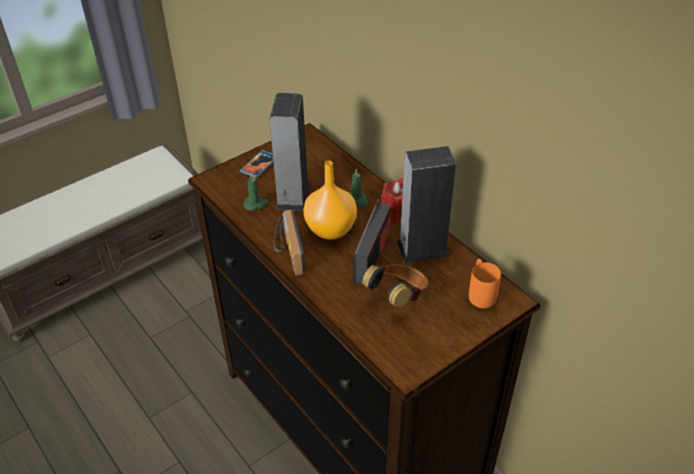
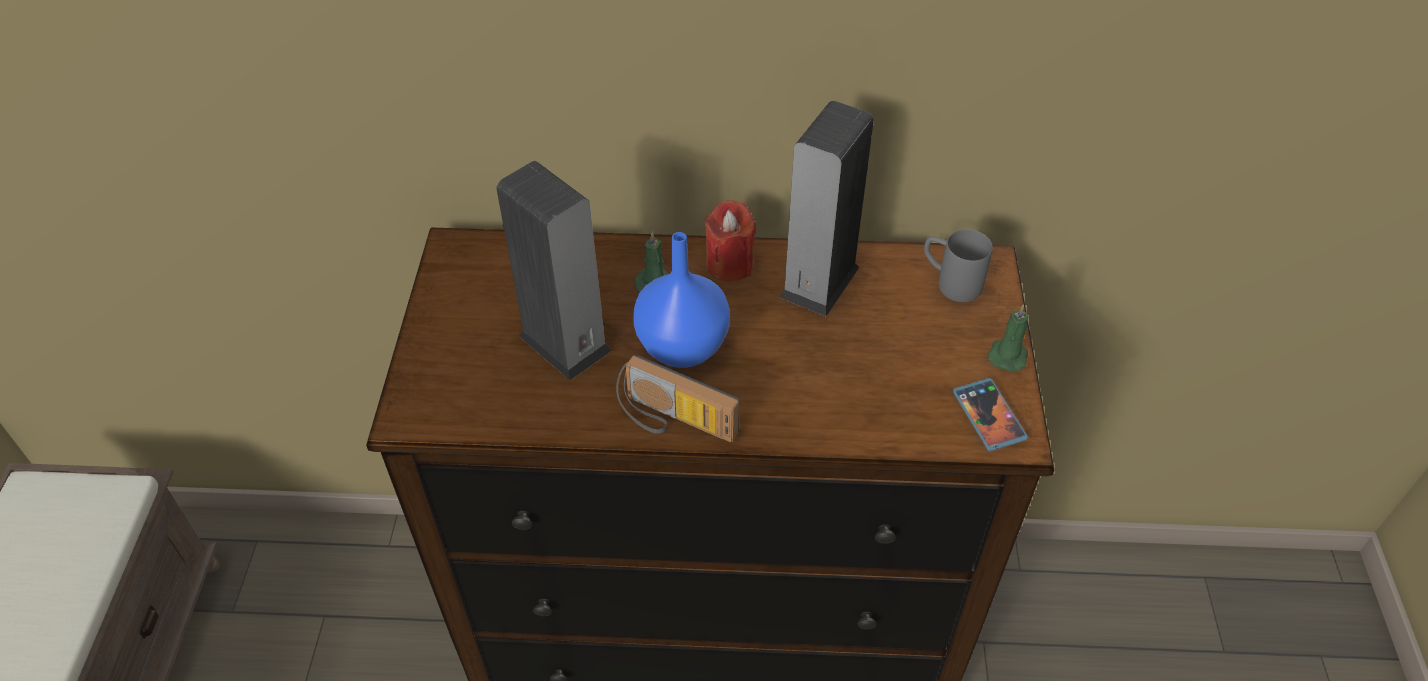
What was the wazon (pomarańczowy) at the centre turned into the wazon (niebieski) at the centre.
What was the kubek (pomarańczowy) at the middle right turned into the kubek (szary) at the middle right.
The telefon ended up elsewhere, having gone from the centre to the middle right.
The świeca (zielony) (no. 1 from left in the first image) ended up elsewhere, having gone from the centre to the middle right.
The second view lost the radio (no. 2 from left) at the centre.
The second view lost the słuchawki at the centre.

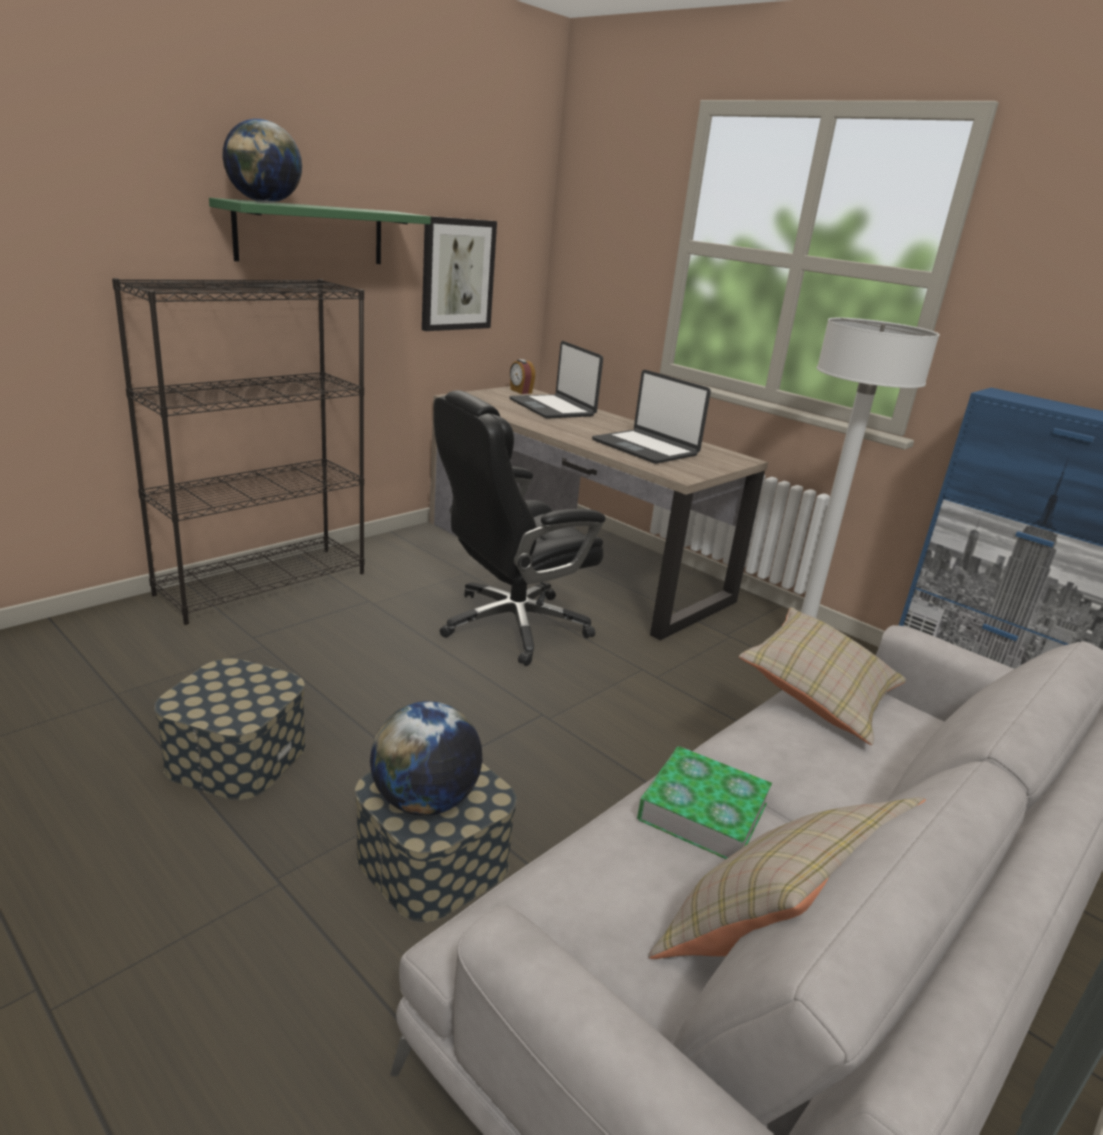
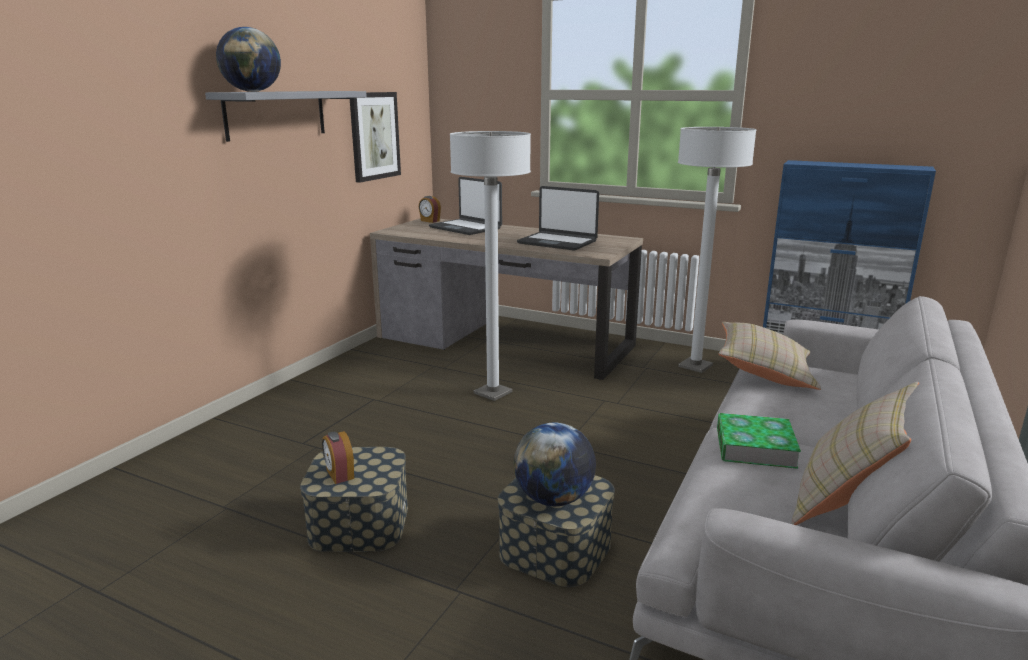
What was the półka (zielony) at the top left turned into the półka (szary) at the top left.
The second view gained the budzik (no. 1 from left) at the bottom left.
Where the krzesło biurowe (czarny) stood at the centre, the lampa stojąca (biały) (no. 1 from left) came to stand at the centre.
The second view lost the regał (czarny) at the middle left.

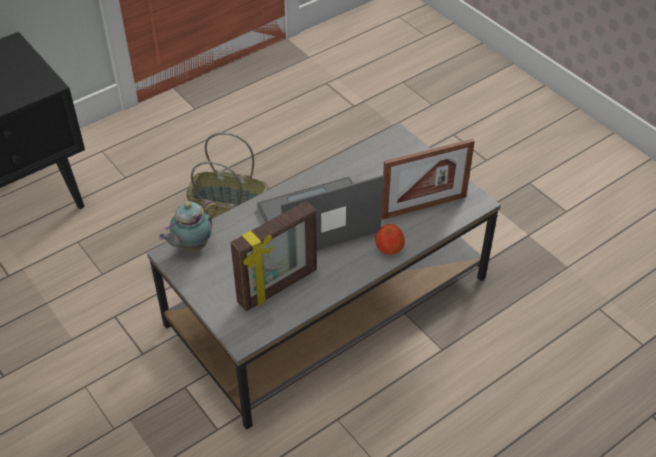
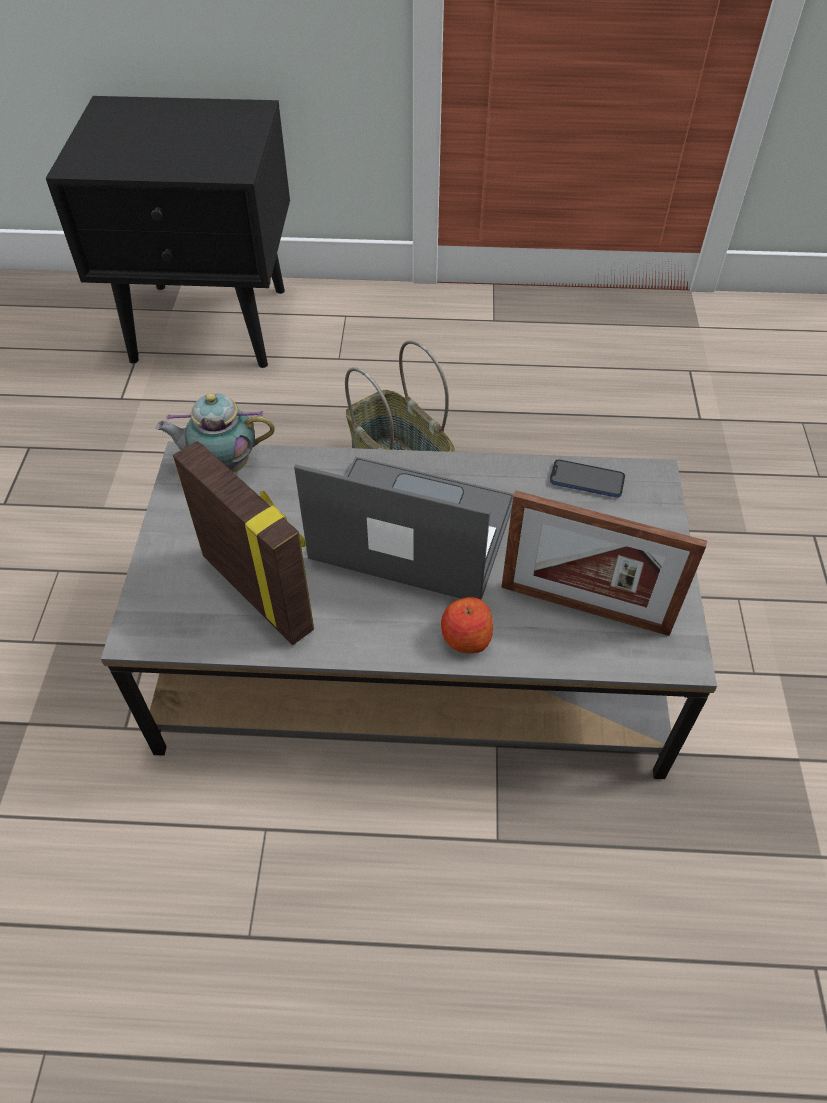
The ramka na zdjęcie (no. 1 from left) at the centre ended up facing another way, 135 degrees counterclockwise from before.
The second view gained the telefon at the middle right.

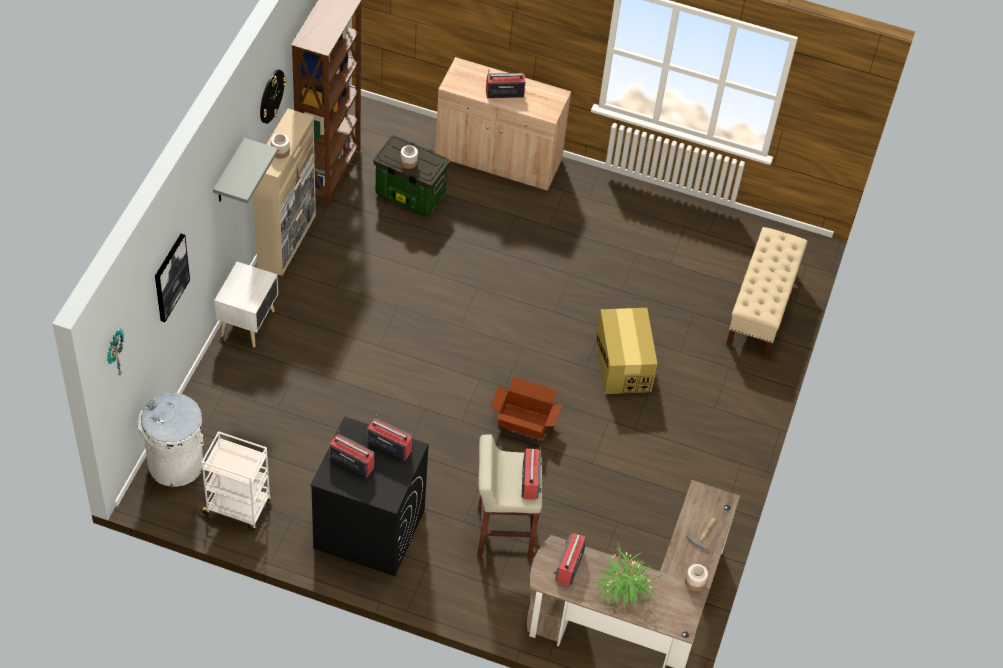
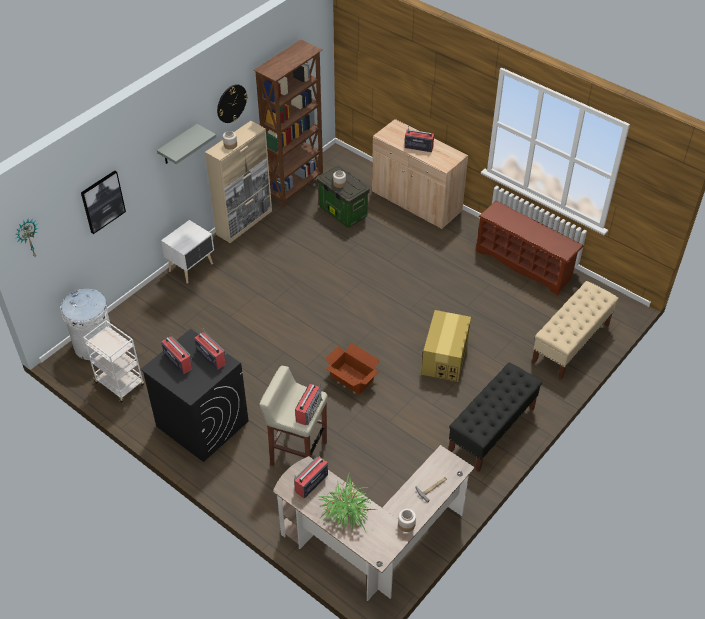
The second view gained the ławka (czarny) at the bottom right.
The second view gained the regał na buty (brązowy) at the middle right.

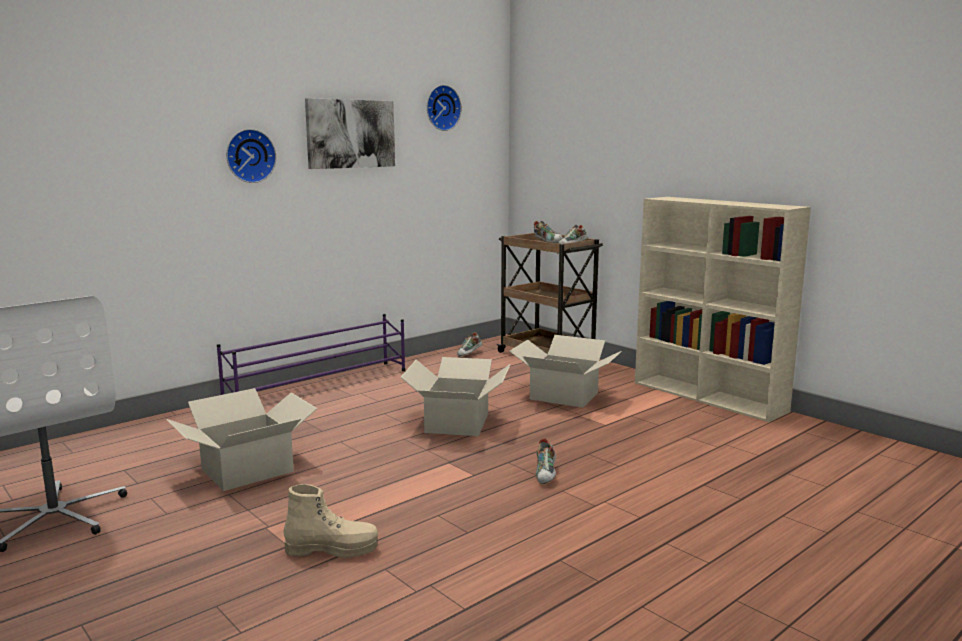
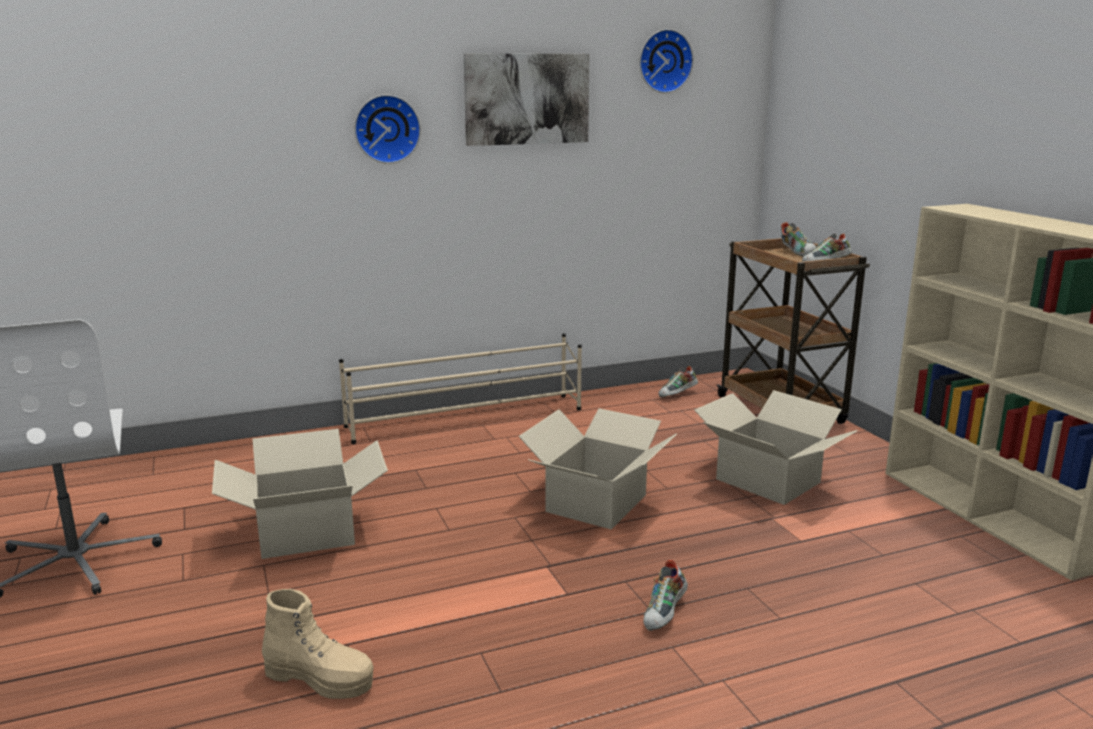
What was the regał na buty (fioletowy) at the middle left turned into the regał na buty (beżowy) at the centre.

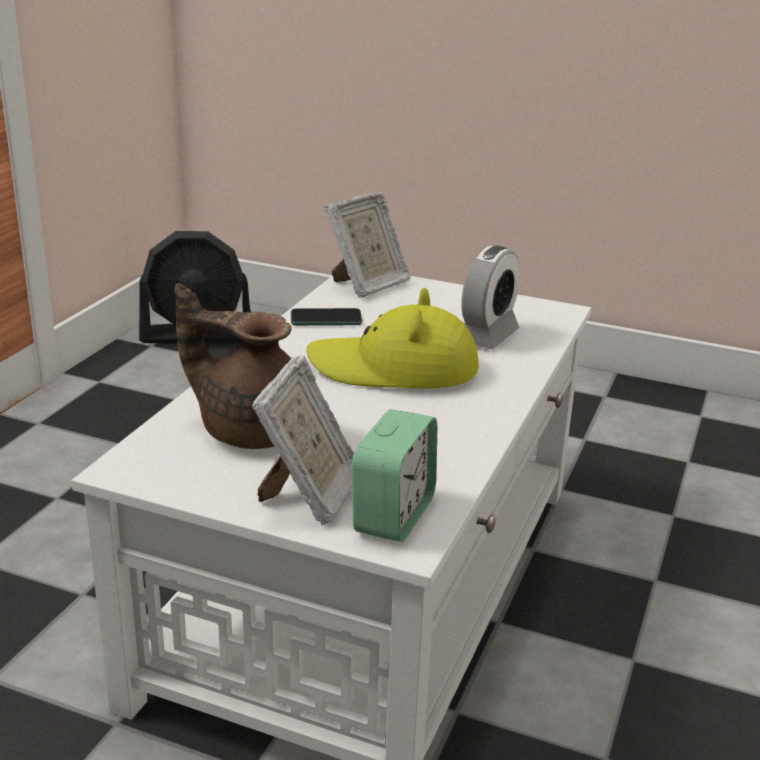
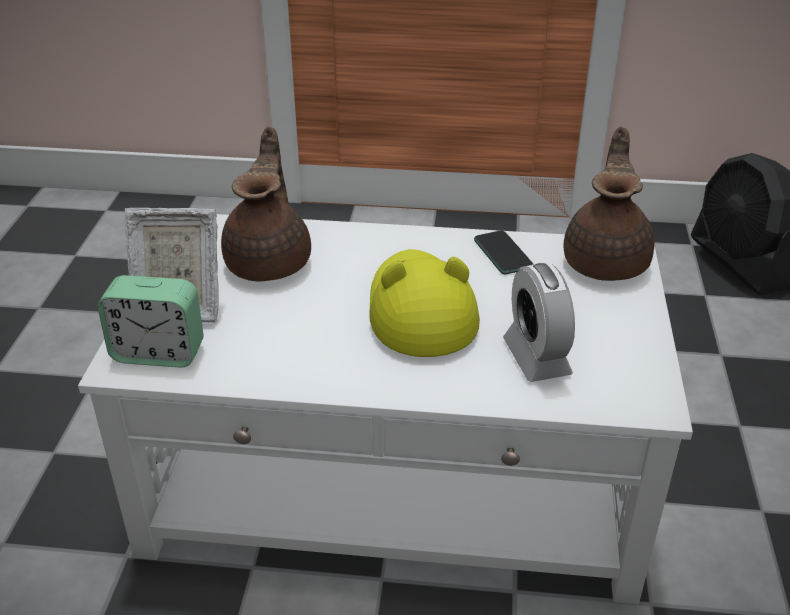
The budzik (no. 2 from left) at the centre ended up facing another way, 60 degrees clockwise from before.
Where the ramka na zdjęcie (no. 2 from left) stood at the top centre, the imbryk (brązowy) (no. 2 from left) came to stand at the top right.

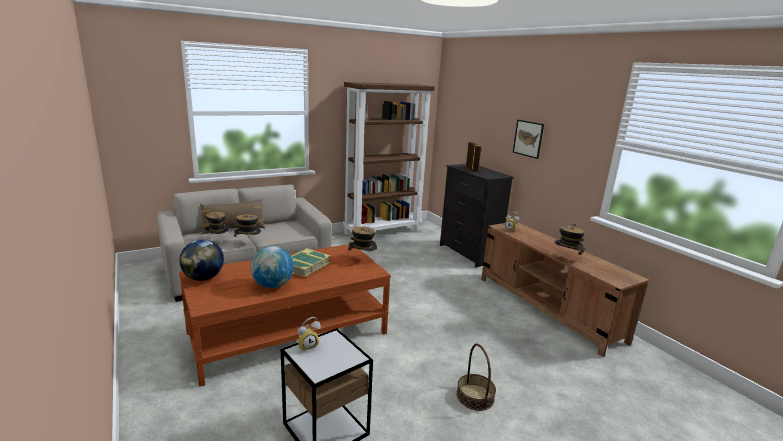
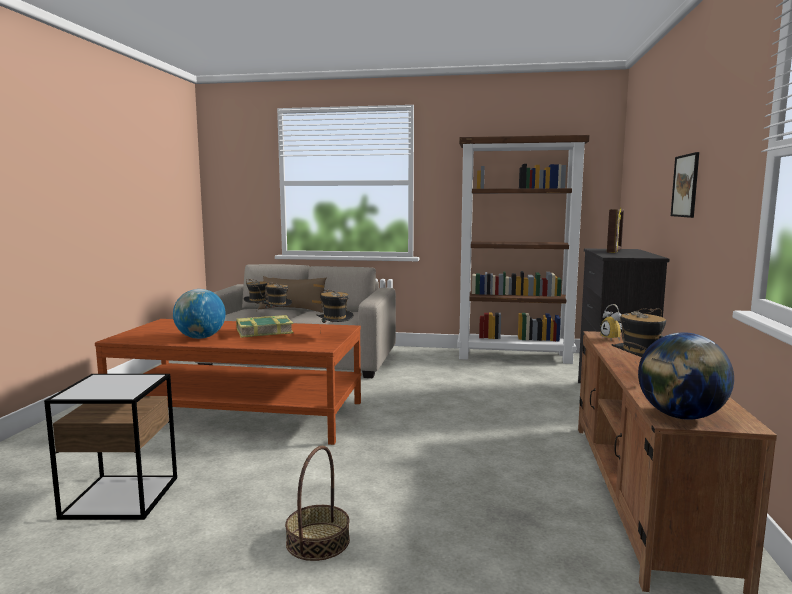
The globus (no. 1 from left in the first image) ended up elsewhere, having gone from the middle left to the middle right.
The second view lost the budzik (no. 1 from left) at the bottom centre.

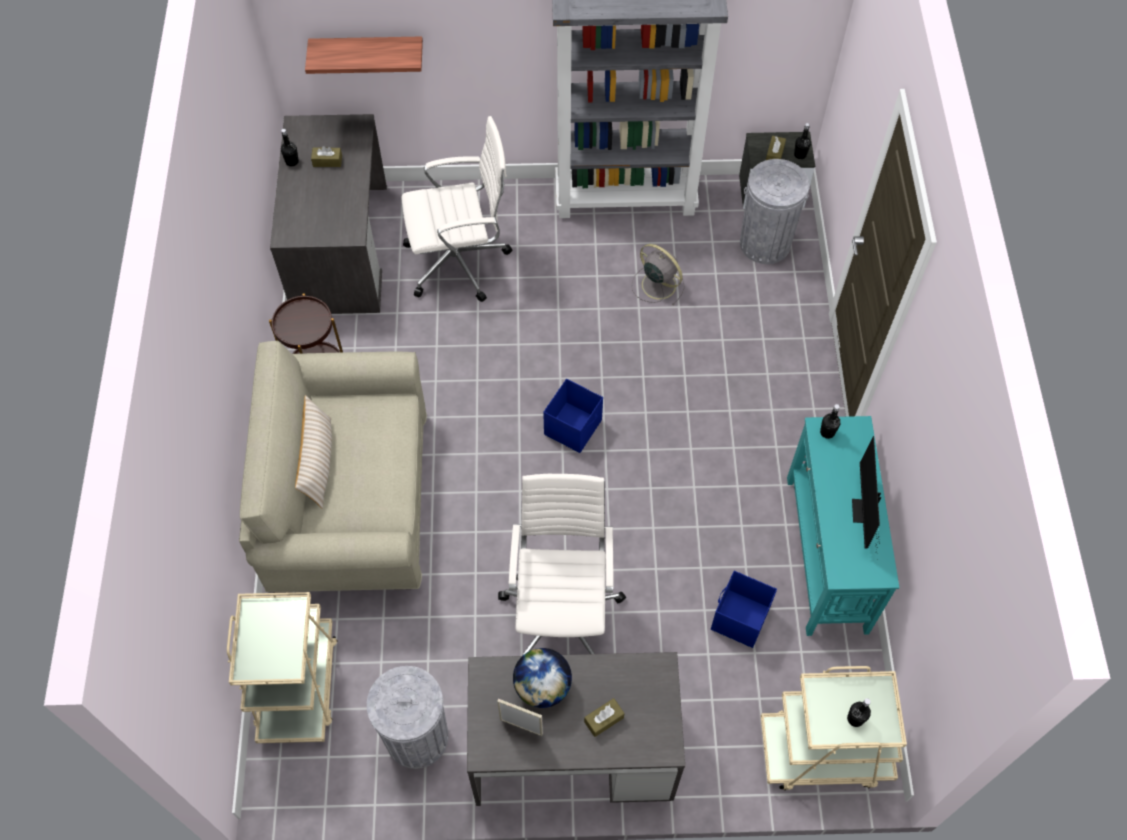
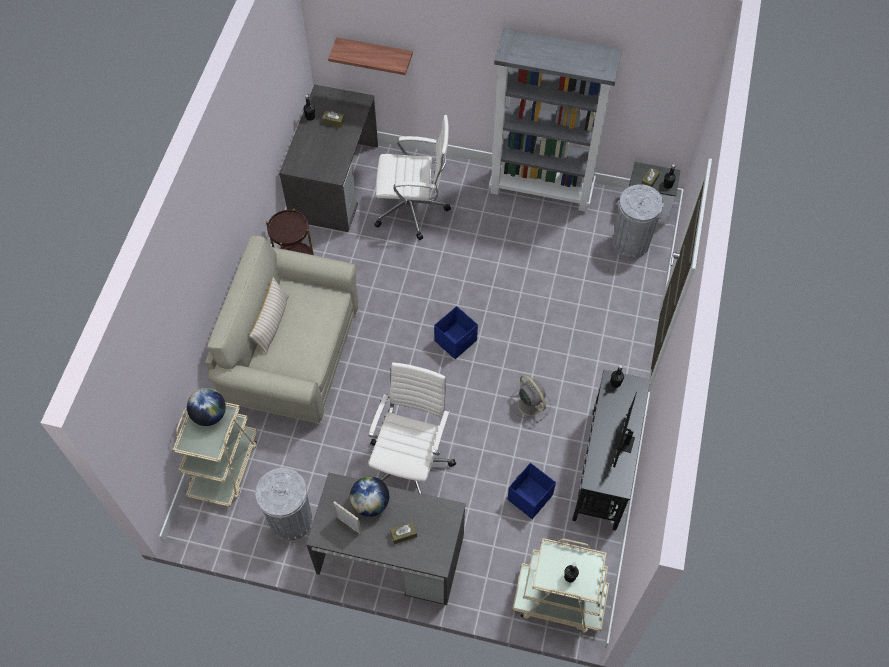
The second view gained the globus (no. 1 from left) at the middle left.
The wentylator (szary) ended up elsewhere, having gone from the top centre to the centre.
What was the stolik konsolowy (turkusowy) at the middle right turned into the stolik konsolowy (czarny) at the bottom right.

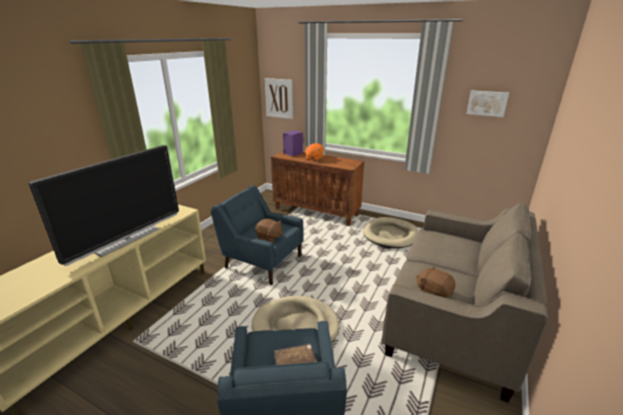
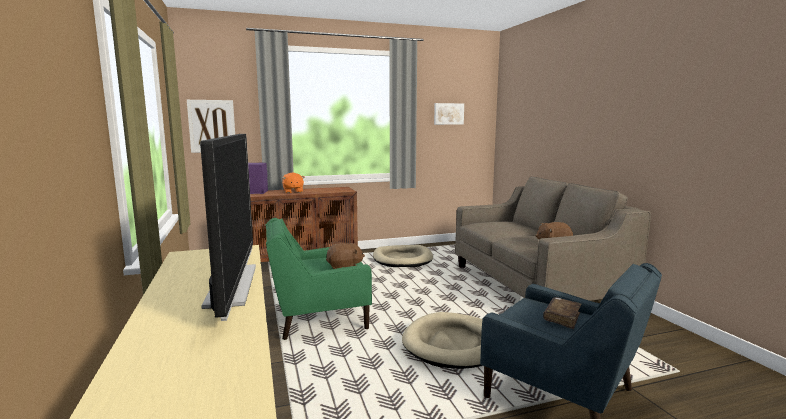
What was the fotel (niebieski) (no. 1 from left) at the centre turned into the fotel (zielony) at the centre.

